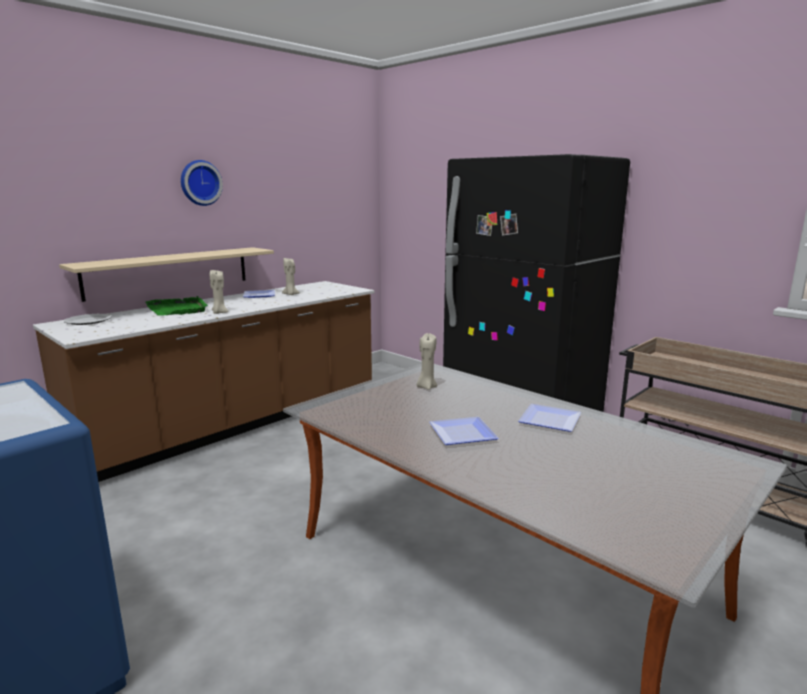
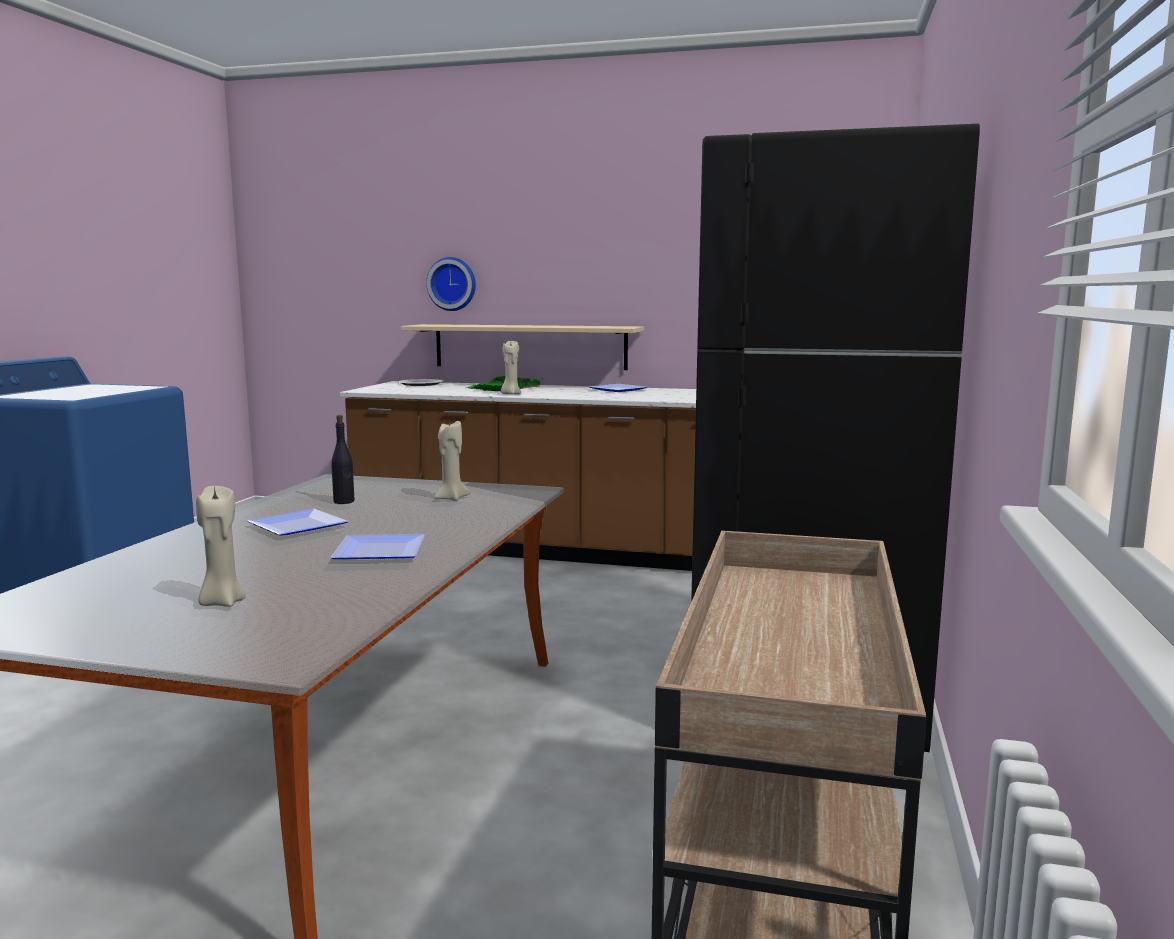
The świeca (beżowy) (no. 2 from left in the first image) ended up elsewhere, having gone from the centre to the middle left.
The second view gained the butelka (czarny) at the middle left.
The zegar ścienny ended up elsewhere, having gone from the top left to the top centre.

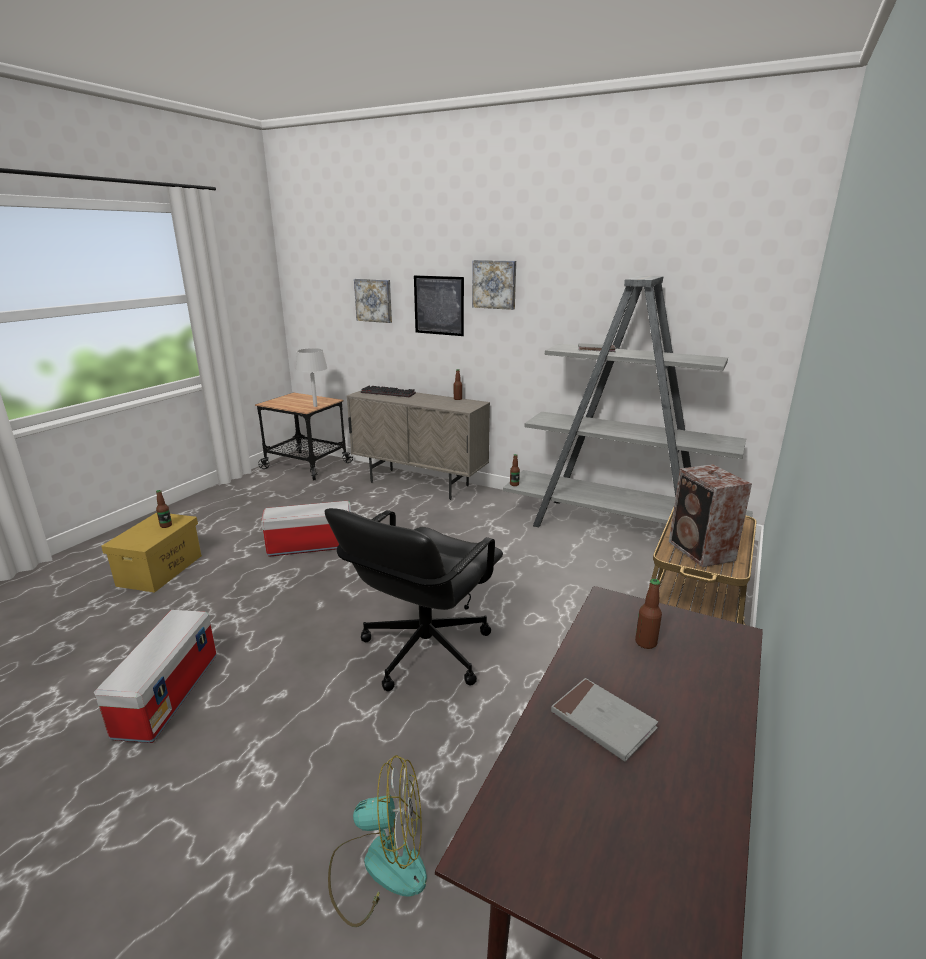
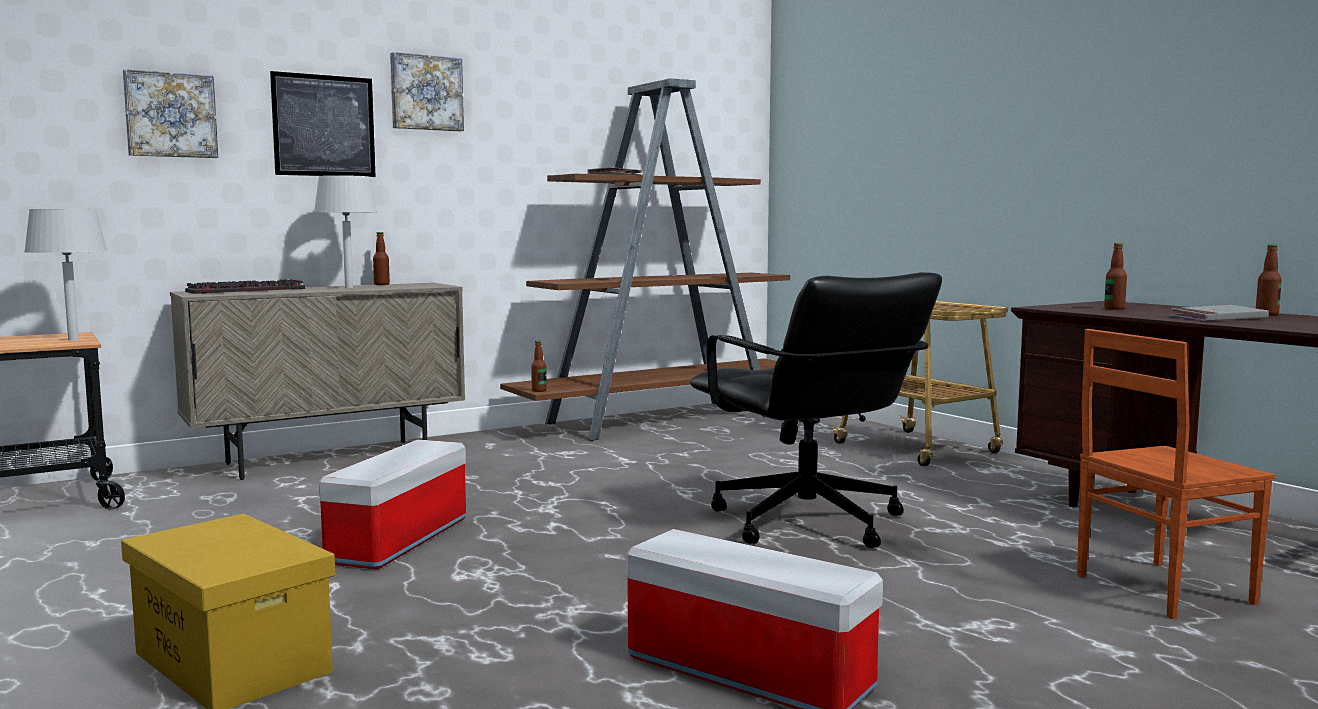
The second view gained the lampa stołowa (szary) (no. 2 from left) at the top left.
What was the regał (szary) at the middle right turned into the regał (brązowy) at the centre.
Where the wentylator stood at the bottom centre, the krzesło (brązowy) came to stand at the bottom right.
The butelka (no. 1 from left in the first image) ended up elsewhere, having gone from the middle left to the middle right.
The second view lost the głośnik at the middle right.

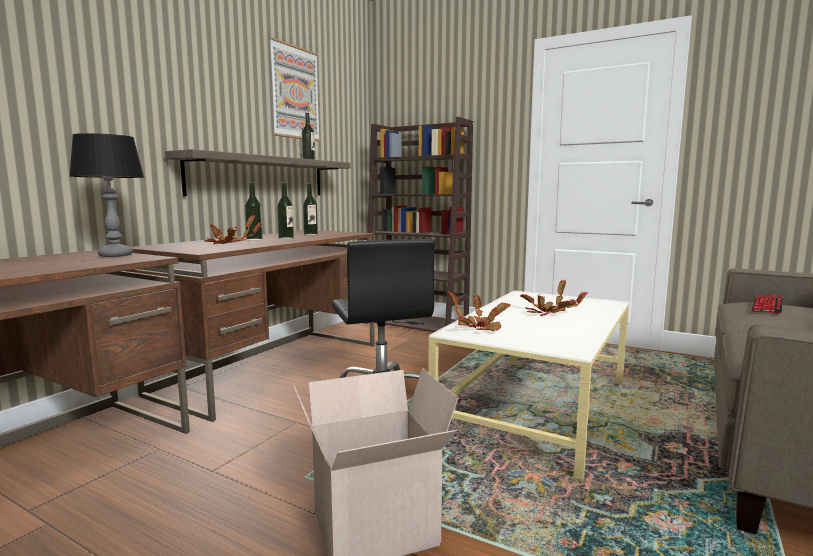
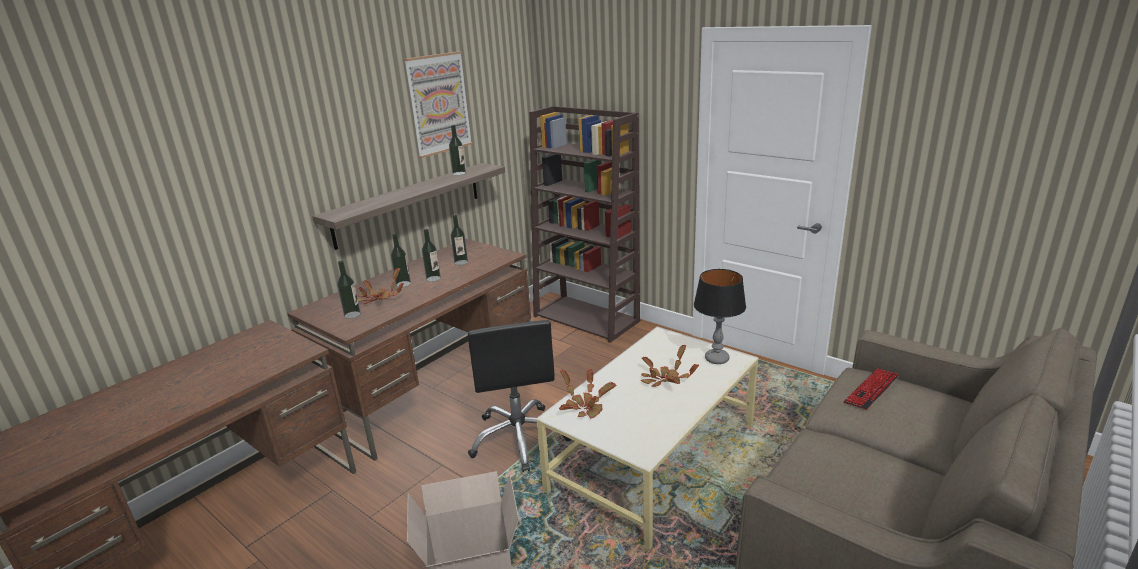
The second view gained the butelka (no. 1 from left) at the middle left.
The lampa stołowa ended up elsewhere, having gone from the middle left to the centre.

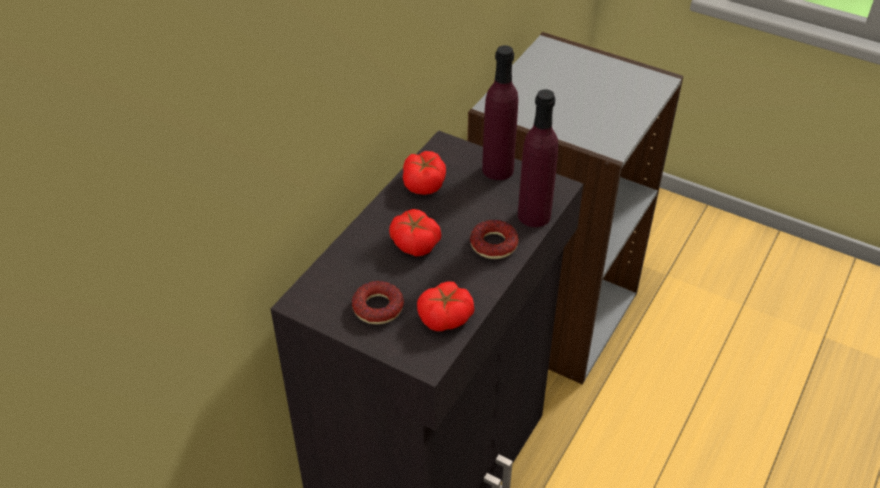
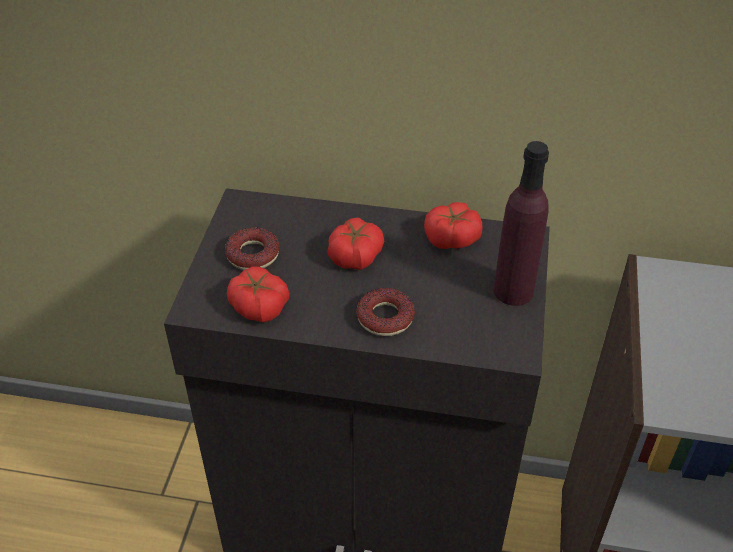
The second view lost the butelka (fioletowy) (no. 2 from left) at the top centre.

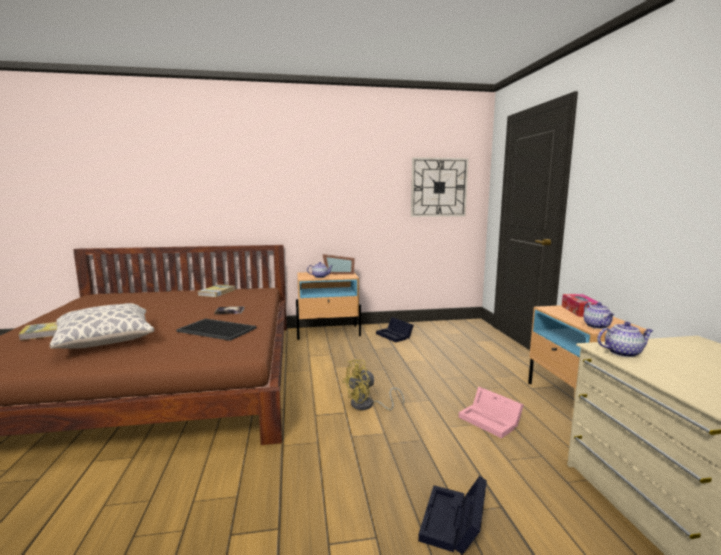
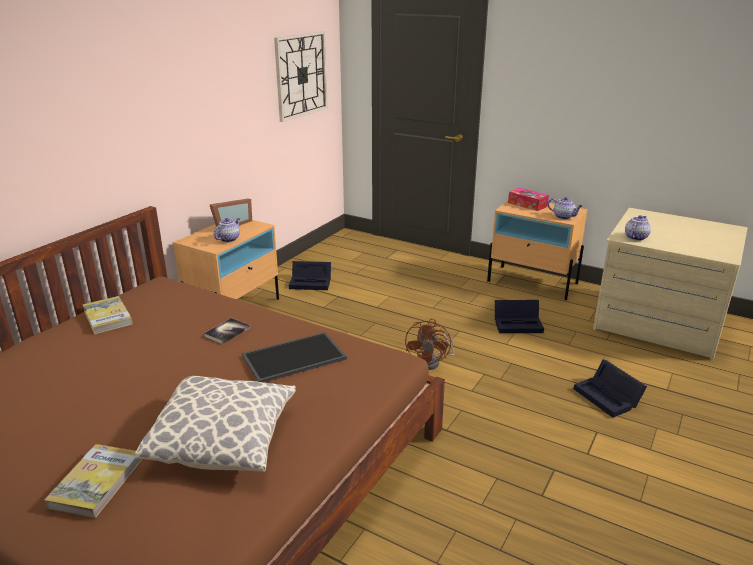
What was the wentylator (żółty) at the bottom centre turned into the wentylator (brązowy) at the centre.
What was the pojemnik do przechowywania (różowy) at the bottom right turned into the pojemnik do przechowywania (czarny) (no. 2 from left) at the middle right.

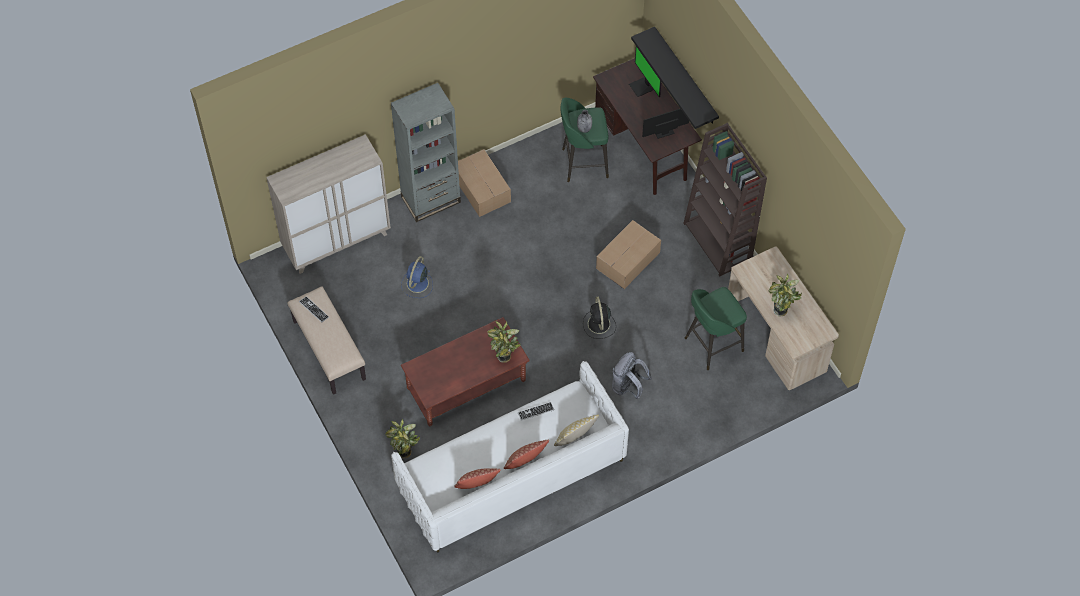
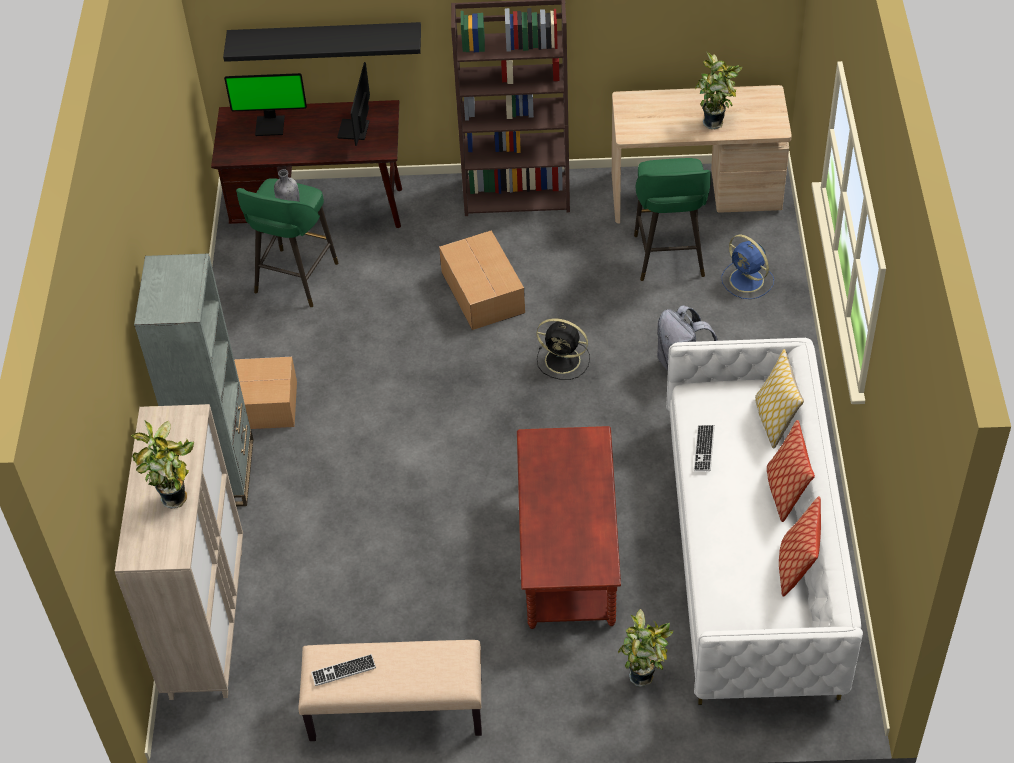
The roślina doniczkowa (no. 2 from left in the first image) ended up elsewhere, having gone from the centre to the middle left.
The wentylator (niebieski) ended up elsewhere, having gone from the centre to the middle right.

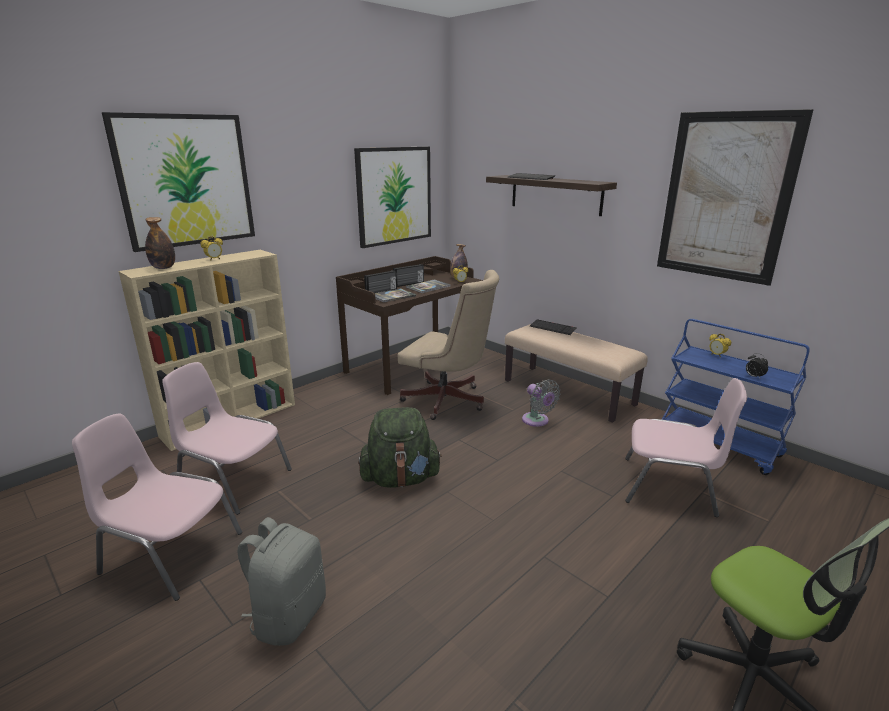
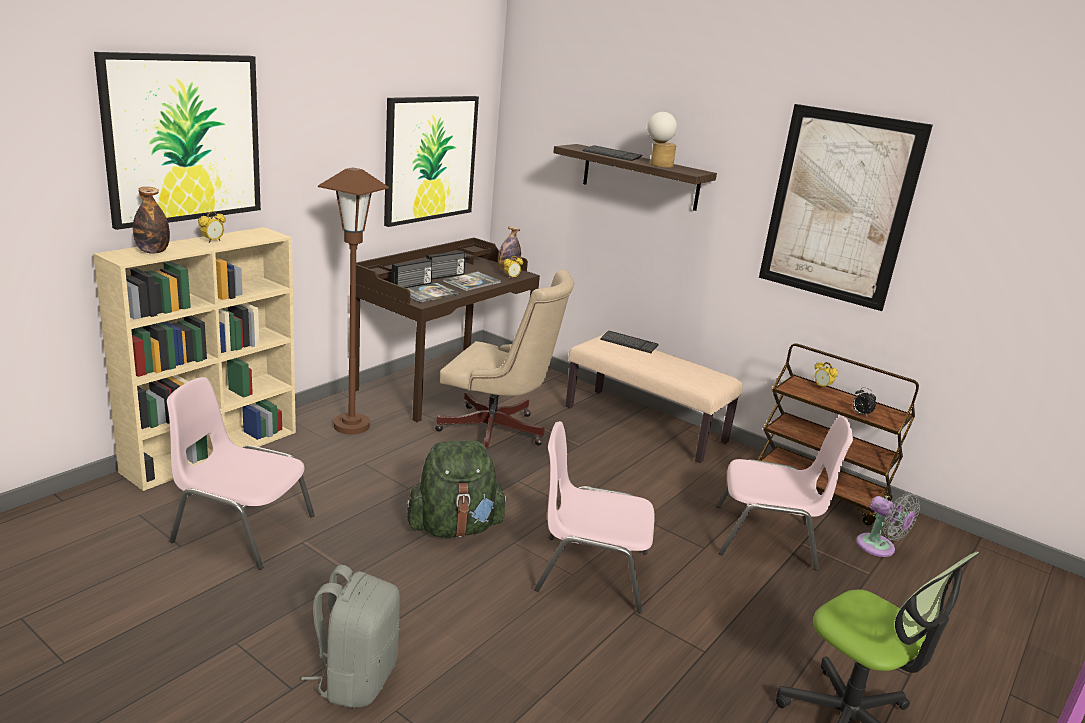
The second view gained the lampa stojąca (brązowy) at the middle left.
The krzesło (różowy) (no. 1 from left in the first image) ended up elsewhere, having gone from the bottom left to the bottom centre.
The second view gained the lampa stołowa at the top centre.
What was the wózek (niebieski) at the middle right turned into the wózek (brązowy) at the middle right.
The wentylator (szary) ended up elsewhere, having gone from the centre to the bottom right.

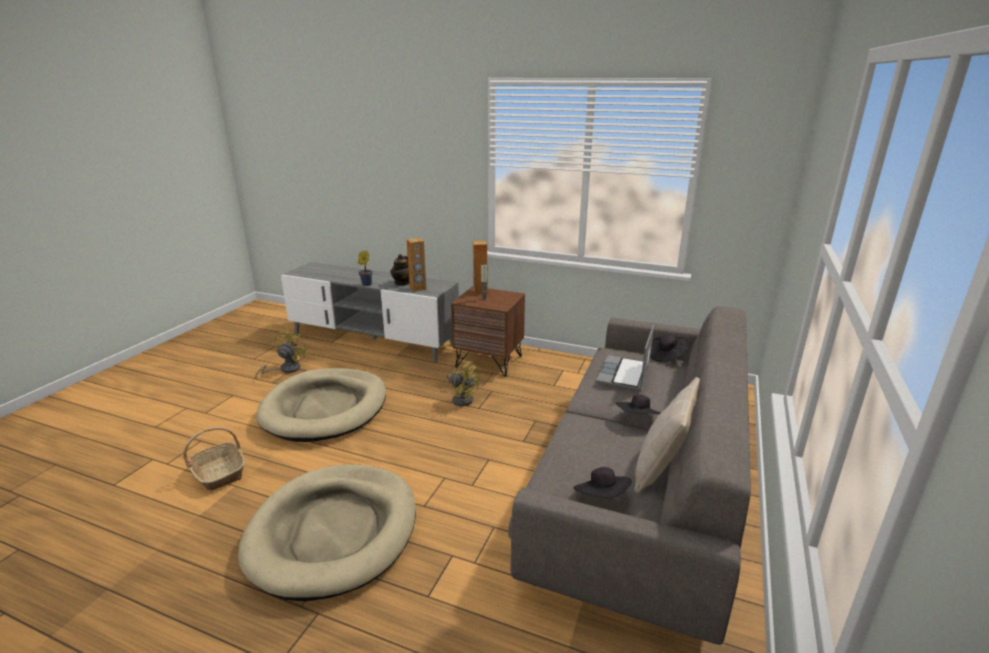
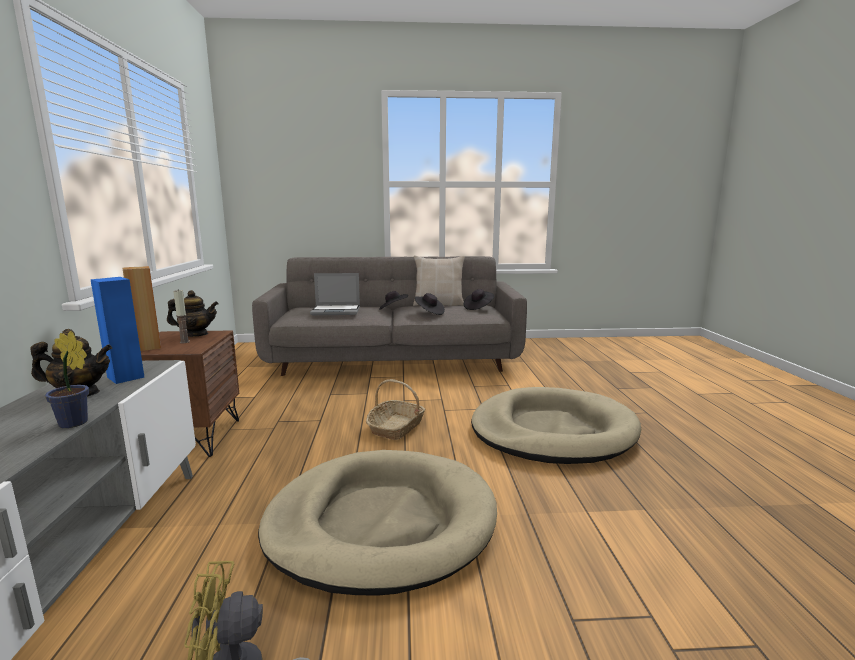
What was the głośnik (brązowy) (no. 1 from left) at the centre turned into the głośnik (niebieski) at the middle left.
The second view gained the imbryk (no. 2 from left) at the middle left.
The koszyk ended up elsewhere, having gone from the bottom left to the centre.
The kapelusz (czarny) (no. 3 from left in the first image) ended up elsewhere, having gone from the middle right to the centre.
The second view lost the wentylator (żółty) (no. 2 from left) at the centre.

